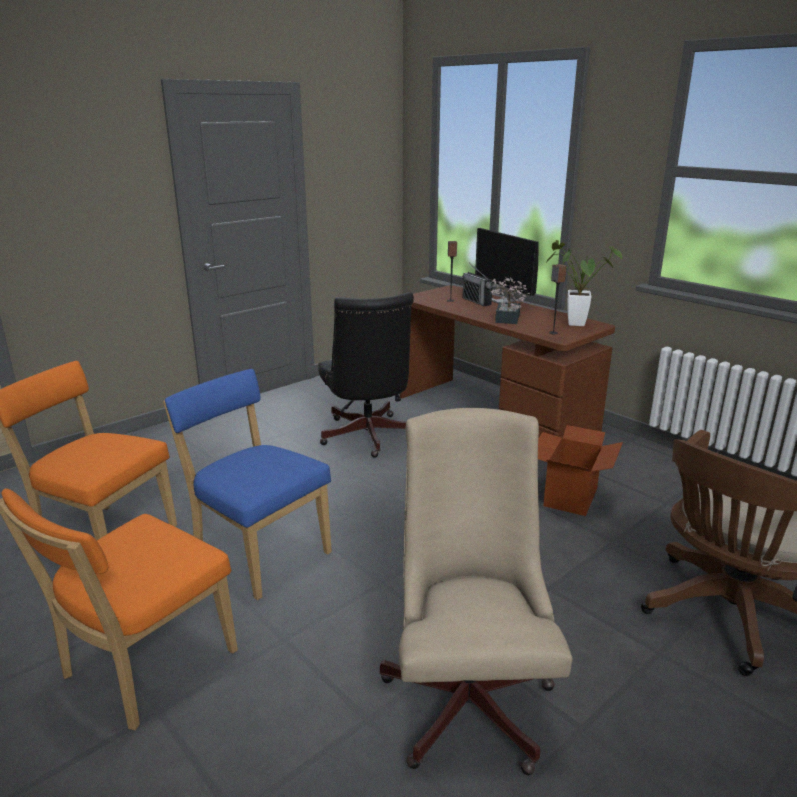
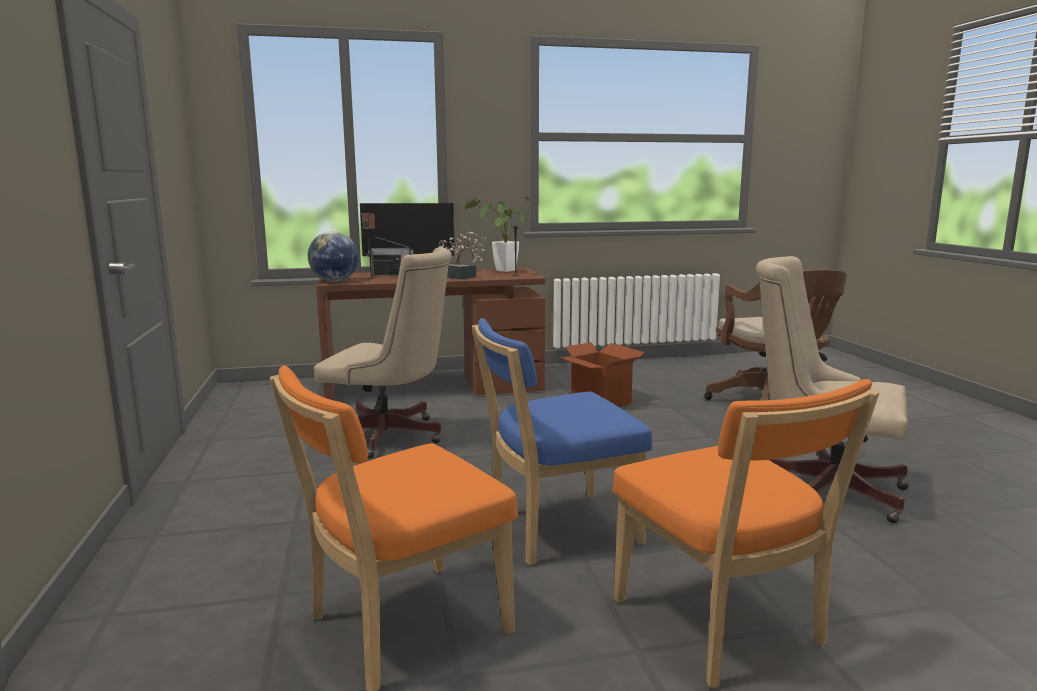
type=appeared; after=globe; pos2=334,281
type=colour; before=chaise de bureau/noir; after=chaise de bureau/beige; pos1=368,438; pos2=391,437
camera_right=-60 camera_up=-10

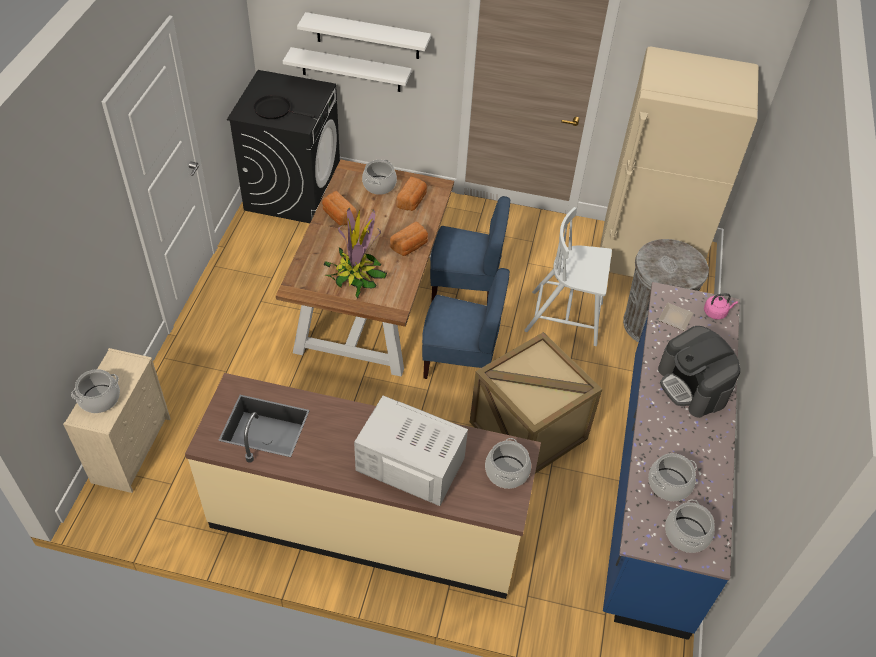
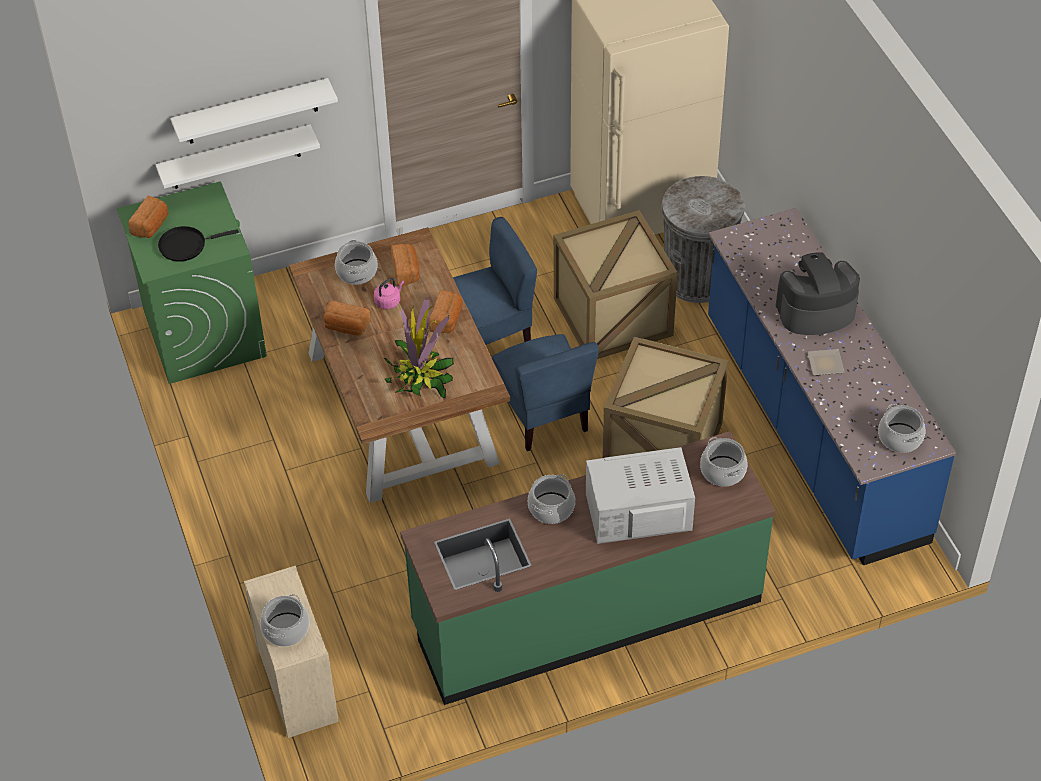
type=colour; before=lave-linge/noir; after=lave-linge/vert; pos1=293,191; pos2=203,332
type=appeared; after=pain; pos2=151,225
type=relocated; before=bouilloire/rose; pos1=716,312; pos2=388,301
type=colour; before=comptoir de cuisine/beige; after=comptoir de cuisine/vert; pos1=367,522; pos2=586,612
type=spun; before=chaise/bleu; pos1=460,360; pos2=543,415; turn=90
type=relocated; before=marmite; pos1=668,484; pos2=551,508
type=exchanged; before=chaise/blanc; after=caisse; pos1=566,318; pos2=611,316
type=spun; before=machine à café; pos1=692,386; pos2=815,311; turn=135
type=relocated; before=assiette; pos1=675,319; pos2=826,364
camera_right=-30 camera_up=0

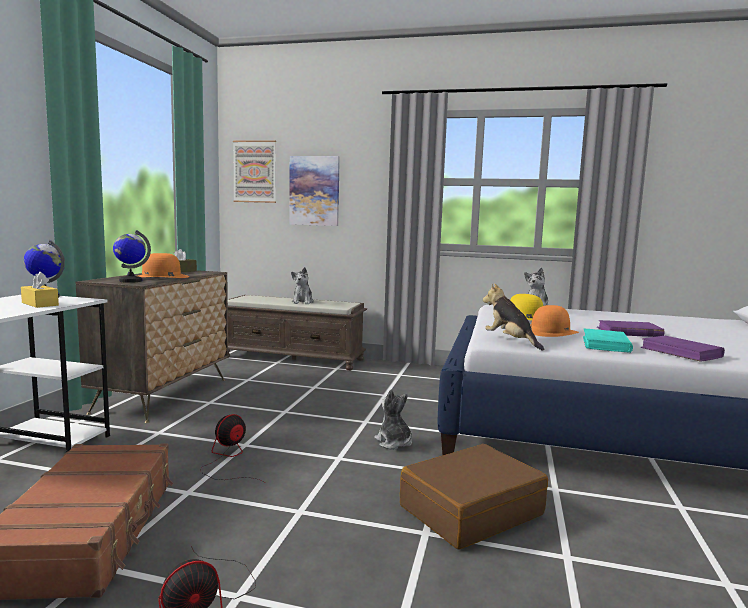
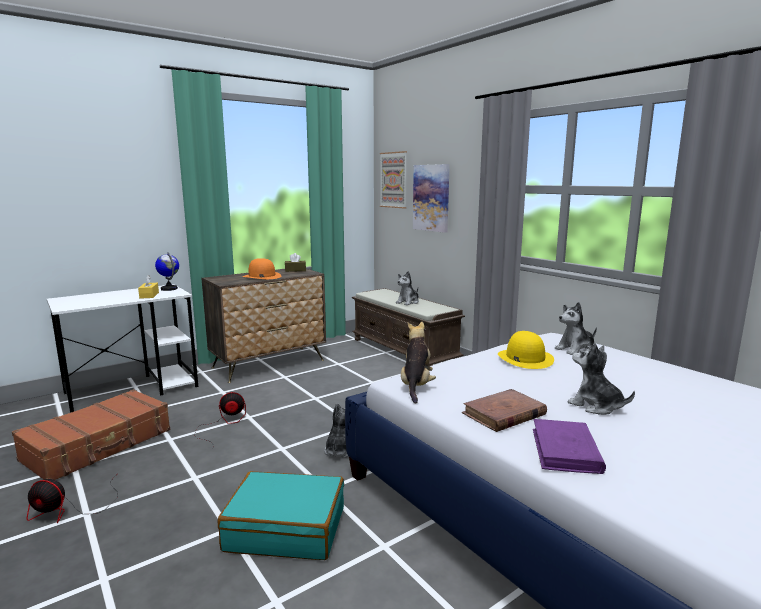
type=colour; before=valise/marron; after=valise/turquoise; pos1=470,510; pos2=286,528
type=colour; before=livre/turquoise; after=livre/marron; pos1=605,344; pos2=503,414
type=exchanged; before=livre/violet; after=peluche; pos1=628,332; pos2=595,406
type=missing; before=globe; pos1=130,281
type=missing; before=chapeau/orange; pos1=550,331
camera_right=40 camera_up=5

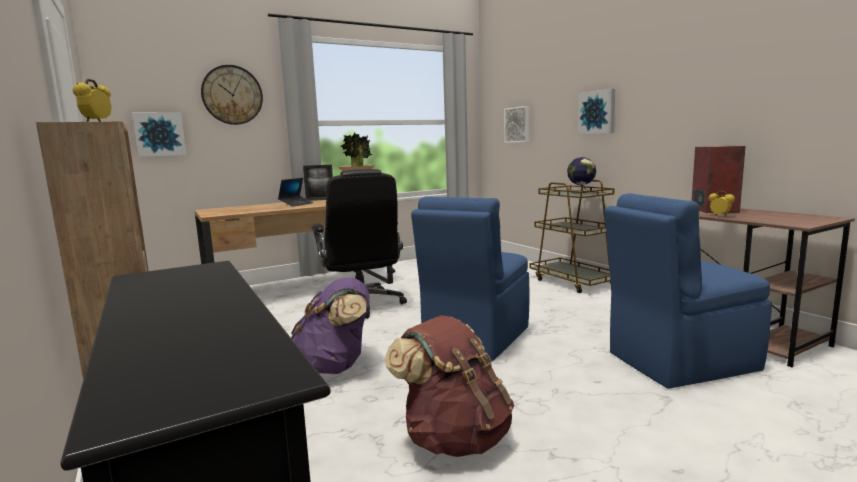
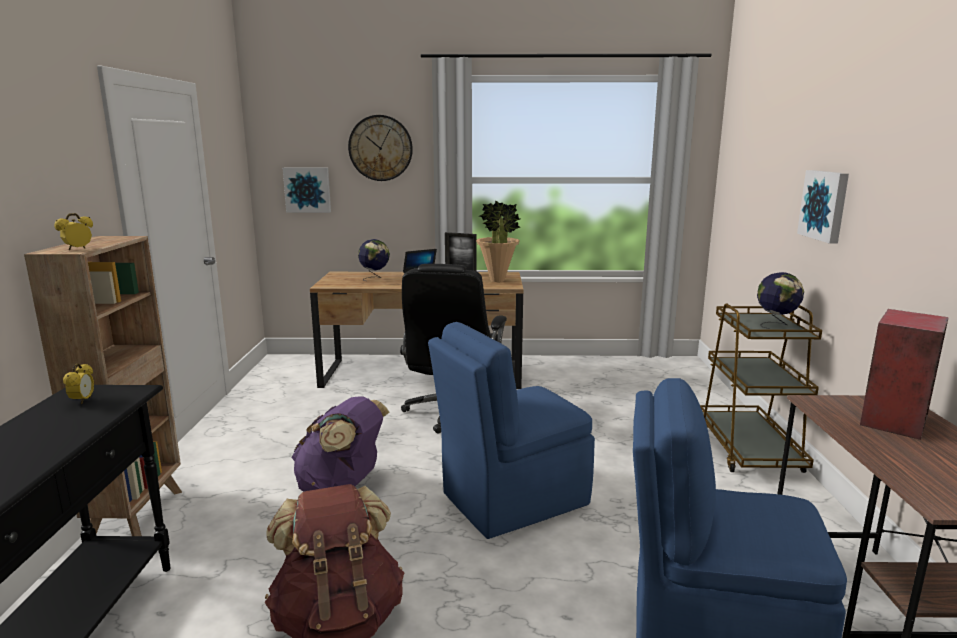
type=relocated; before=réveil; pos1=720,216; pos2=83,401
type=appeared; after=globe; pos2=375,278
type=missing; before=tableau; pos1=518,125
camera_right=30 camera_up=5

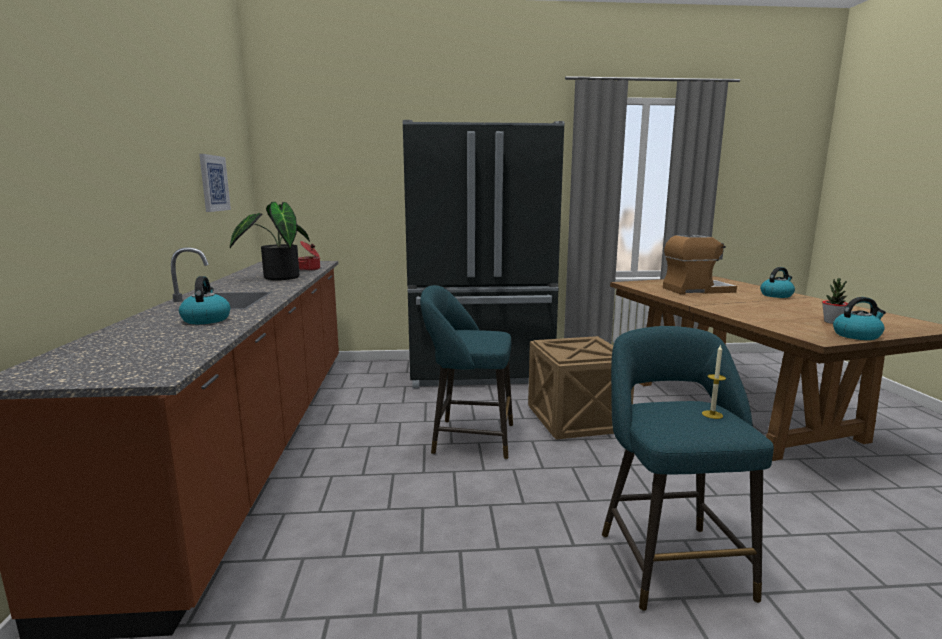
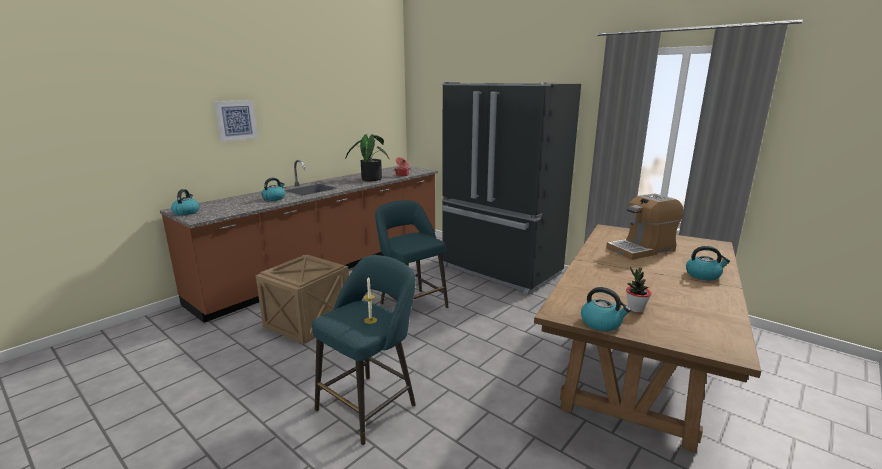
type=appeared; after=bouilloire; pos2=186,212
type=relocated; before=tableau; pos1=213,183; pos2=236,120
type=relocated; before=caisse; pos1=575,419; pos2=309,322
type=spun; before=machine à café; pos1=696,290; pos2=641,249; turn=120
camera_right=45 camera_up=5

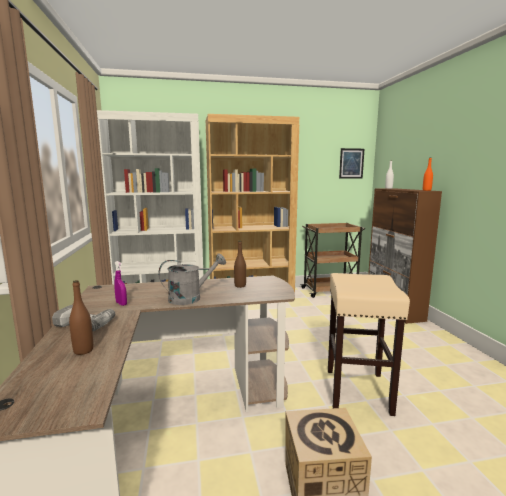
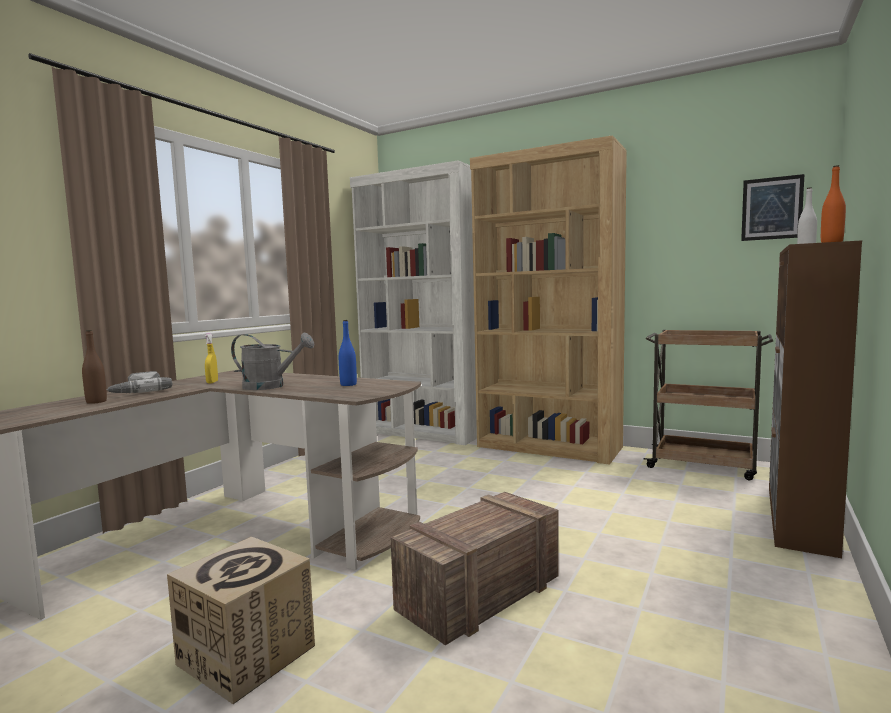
type=colour; before=vaporisateur/violet; after=vaporisateur/jaune; pos1=121,303; pos2=212,382
type=colour; before=bouteille/marron; after=bouteille/bleu; pos1=240,286; pos2=348,384
type=exchanged; before=tabouret/beige; after=caisse; pos1=358,391; pos2=478,595
camera_right=40 camera_up=-5

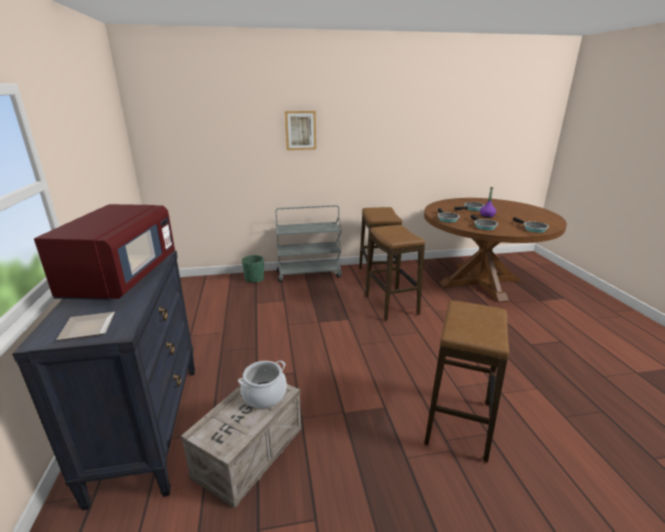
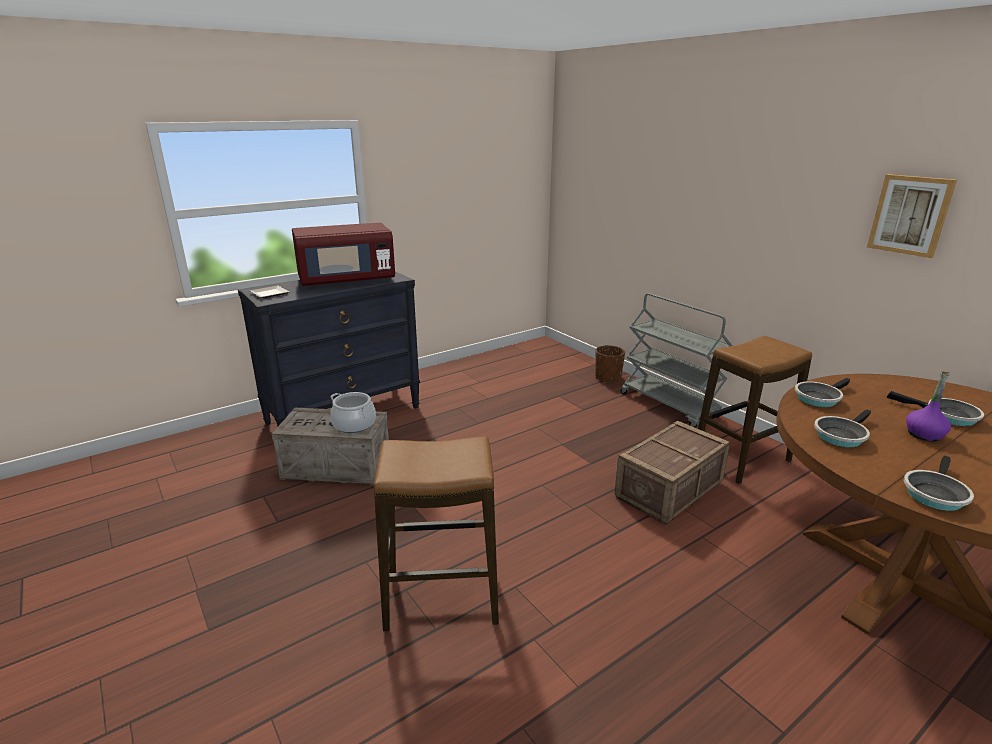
type=colour; before=cache-pot/vert; after=cache-pot/marron; pos1=254,279; pos2=607,378
type=exchanged; before=tabouret; after=caisse; pos1=391,305; pos2=668,489
type=relocated; before=tableau; pos1=300,130; pos2=910,215
camera_right=65 camera_up=0

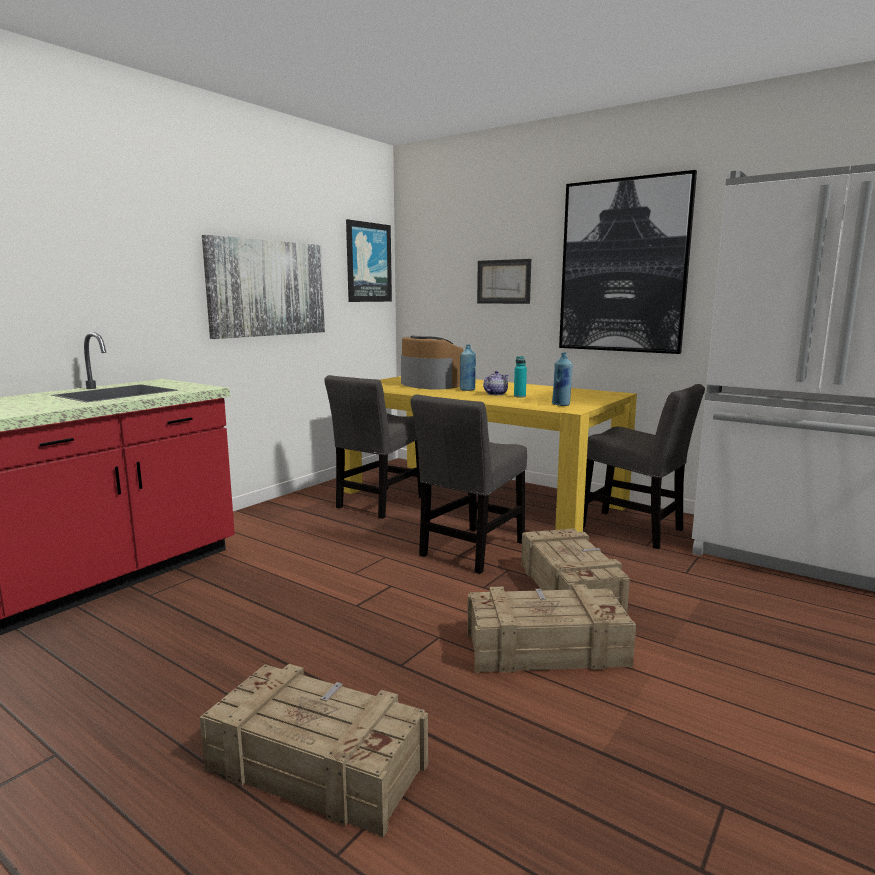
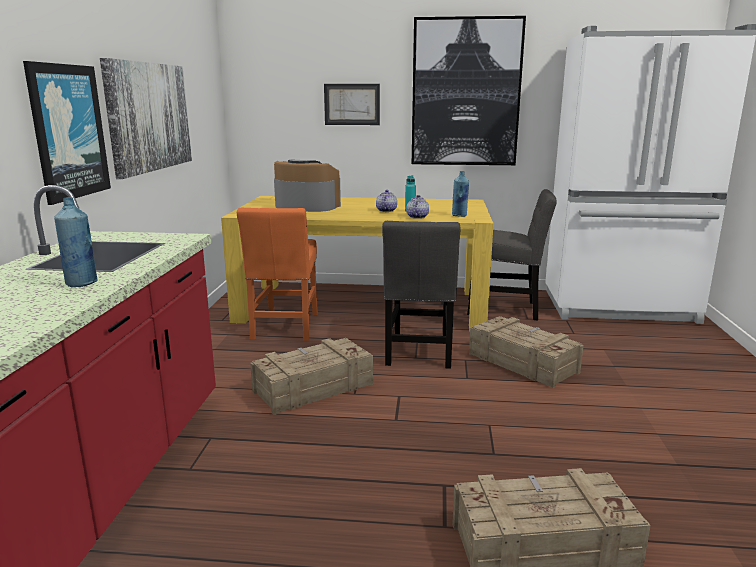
type=relocated; before=tableau; pos1=368,262; pos2=68,132
type=relocated; before=bouteille/bleu; pos1=467,390; pos2=81,283
type=colour; before=chaise/gris; after=chaise/orange; pos1=379,504; pos2=285,328
type=relocated; before=caisse; pos1=544,648; pos2=312,388
type=appeared; after=théière; pos2=417,217
camera_right=-30 camera_up=5

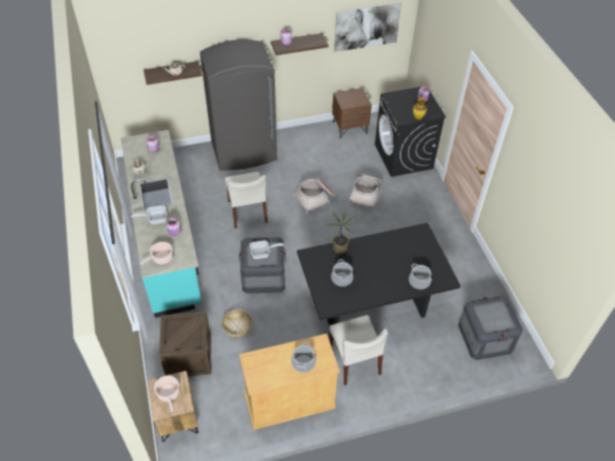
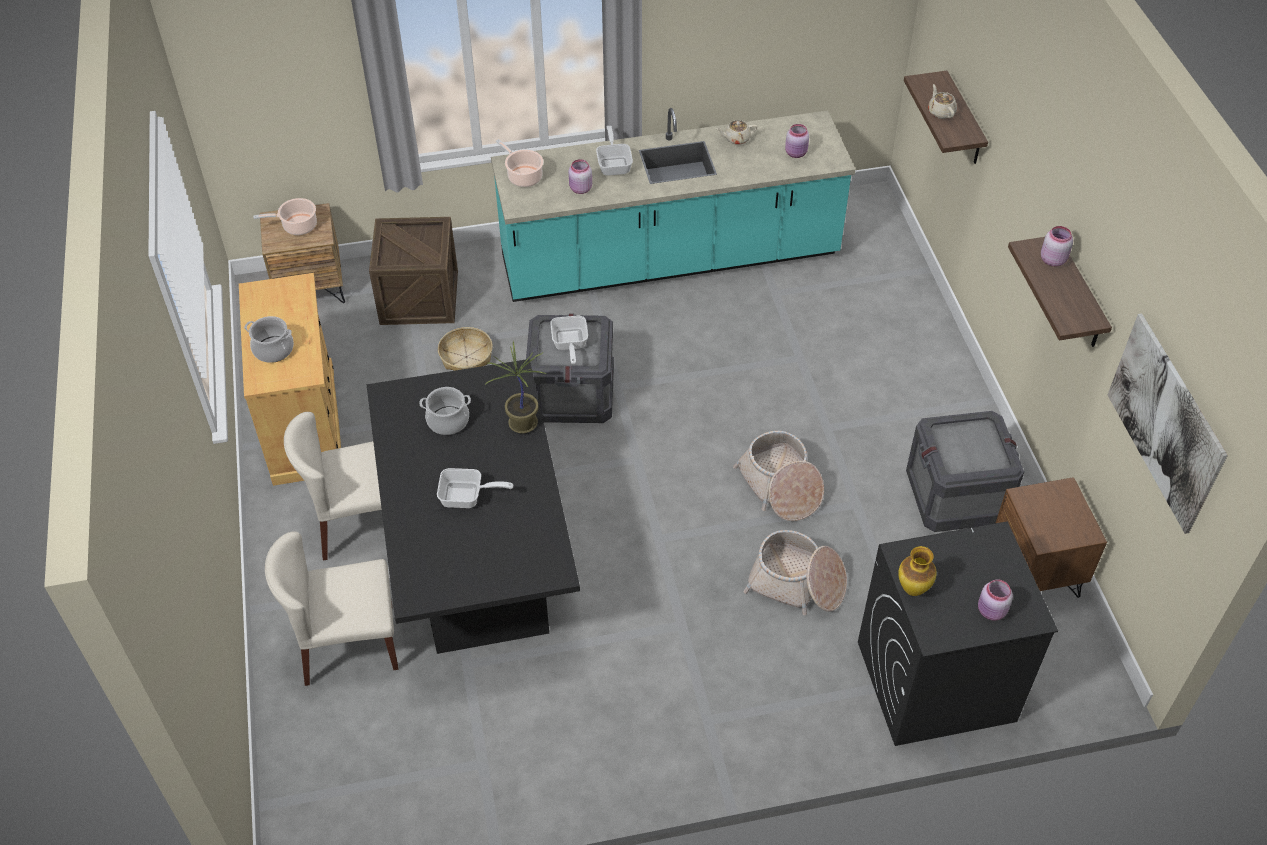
type=relocated; before=chaise/beige; pos1=247,211; pos2=348,644
type=appeared; after=poêle; pos2=467,497
type=relocated; before=caisse; pos1=485,338; pos2=956,497
type=missing; before=réfrigérateur/gris; pos1=244,152
type=missing; before=marmite; pos1=419,281
camera_right=95 camera_up=0

